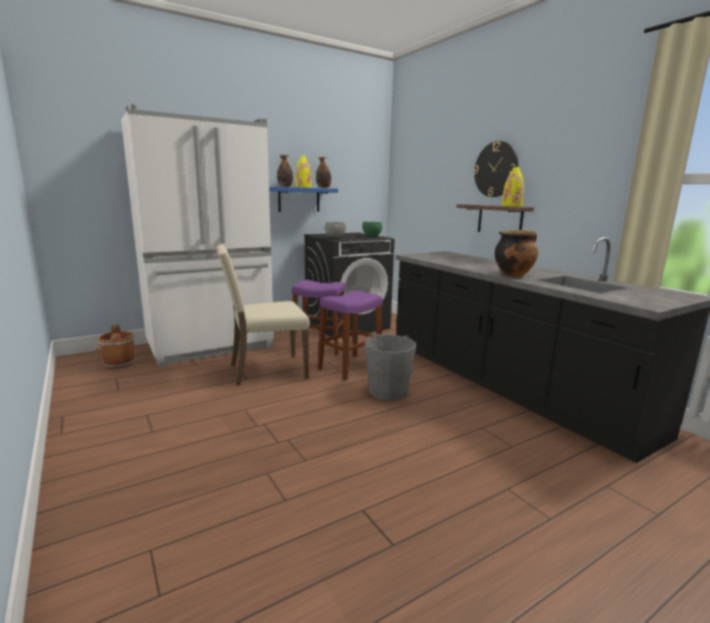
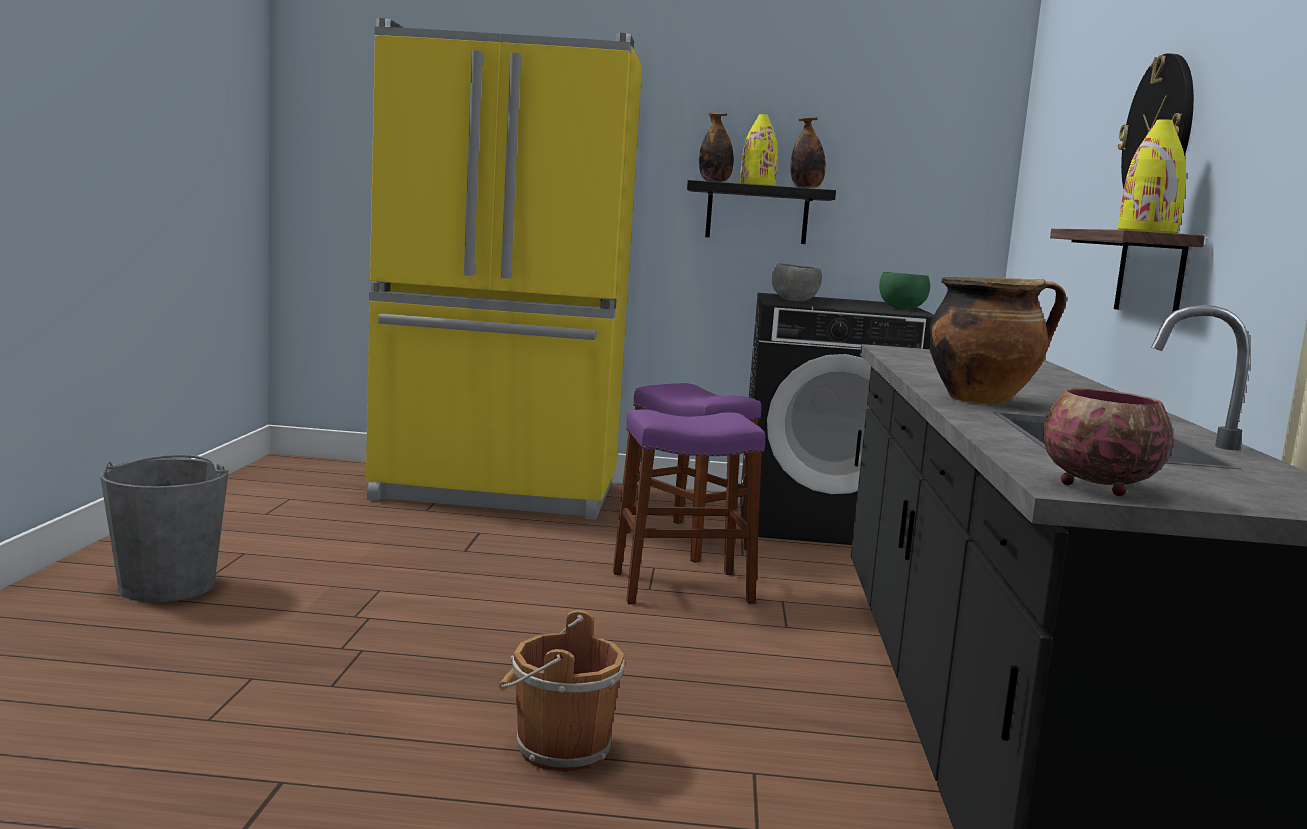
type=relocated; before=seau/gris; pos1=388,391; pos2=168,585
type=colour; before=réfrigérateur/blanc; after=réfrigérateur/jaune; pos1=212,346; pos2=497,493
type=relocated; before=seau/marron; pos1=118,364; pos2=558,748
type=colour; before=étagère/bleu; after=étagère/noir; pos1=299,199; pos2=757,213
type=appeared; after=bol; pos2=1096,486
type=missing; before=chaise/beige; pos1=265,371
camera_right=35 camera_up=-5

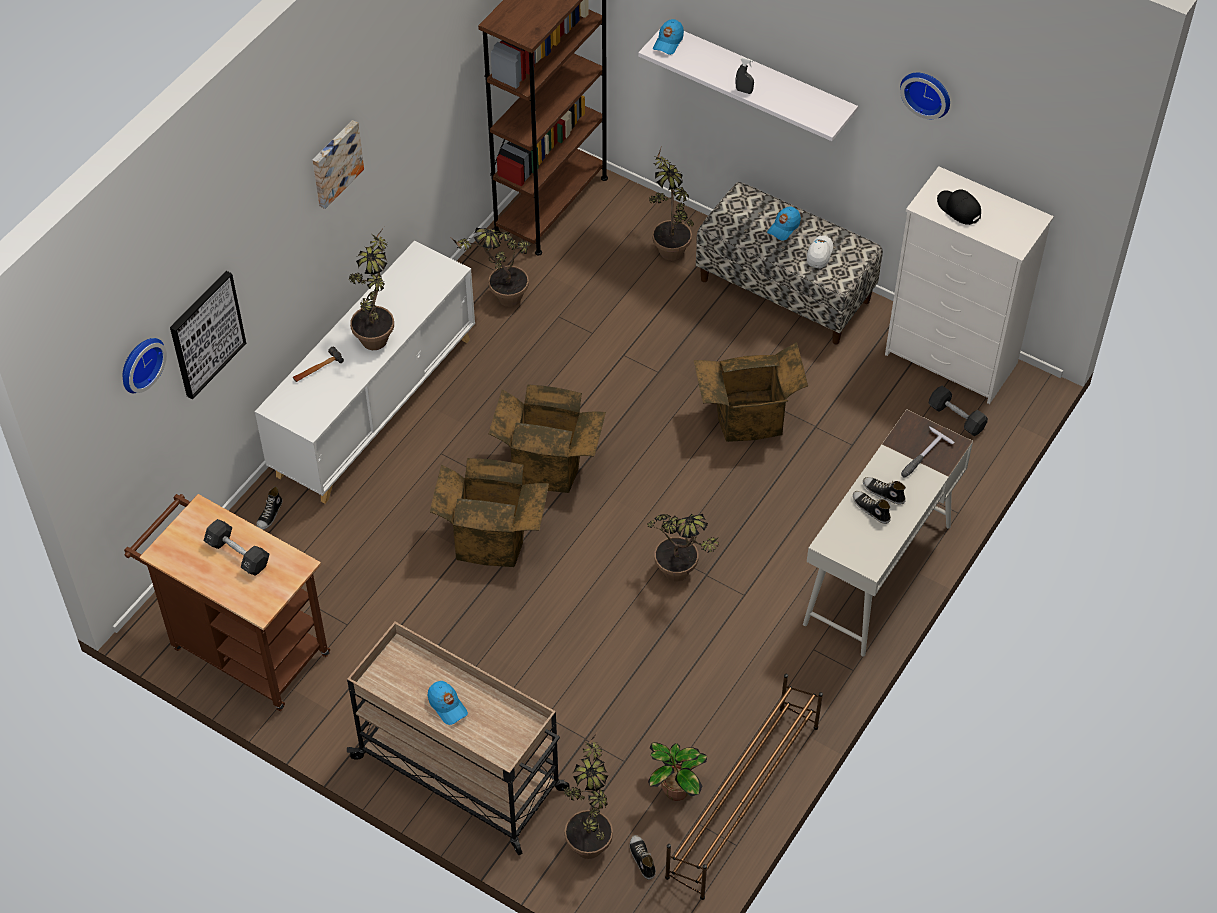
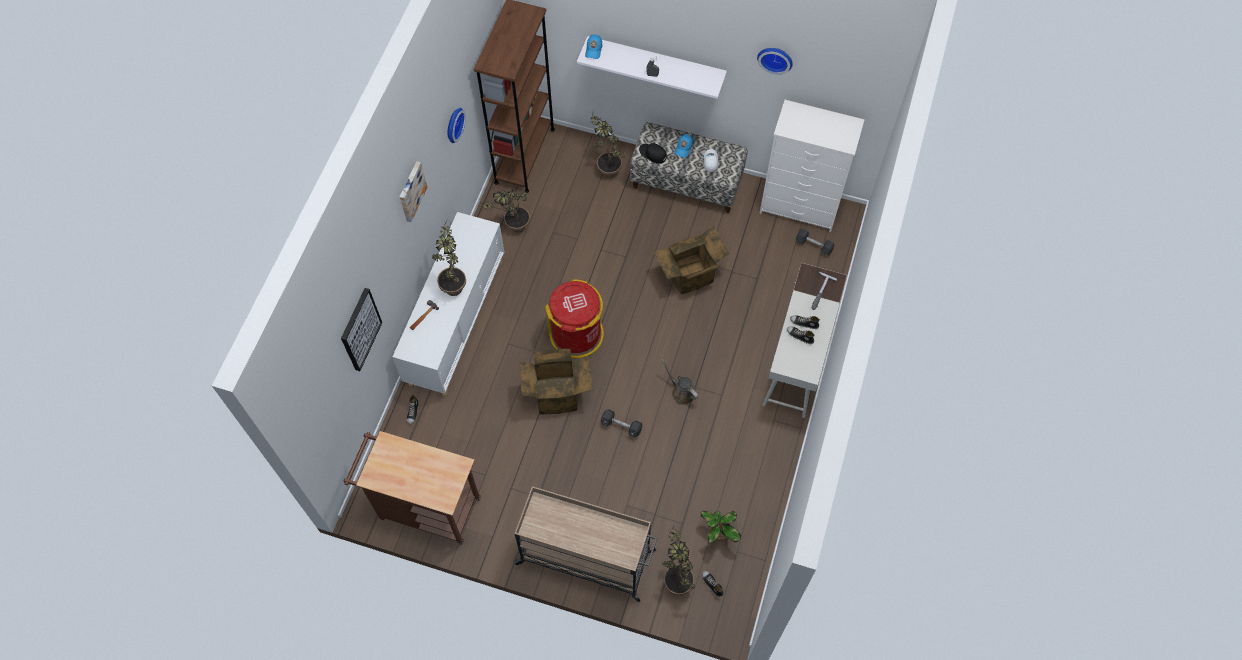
type=relocated; before=horloge murale; pos1=139,363; pos2=453,124
type=exchanged; before=carton; after=poubelle/rouge; pos1=549,463; pos2=577,334
type=relocated; before=haltère/noir; pos1=238,554; pos2=621,426
type=relocated; before=casquette/noir; pos1=958,209; pos2=653,154
type=exchanged; before=plante en pot; after=arrosoir/marron; pos1=682,577; pos2=681,392
type=missing; before=casquette/bleu; pos1=447,706
type=missing; before=étagère à chaussures/marron; pos1=742,801
camera_right=-15 camera_up=10

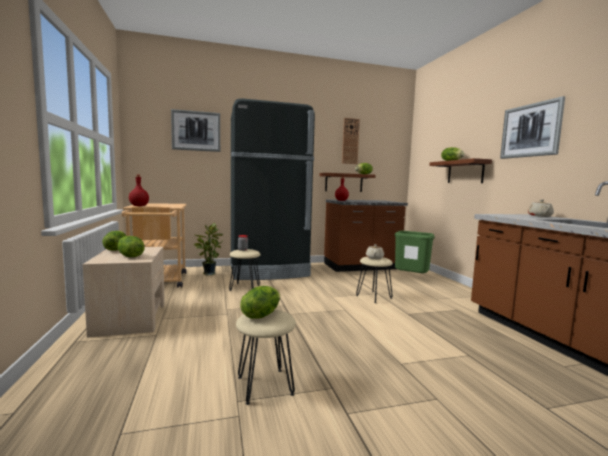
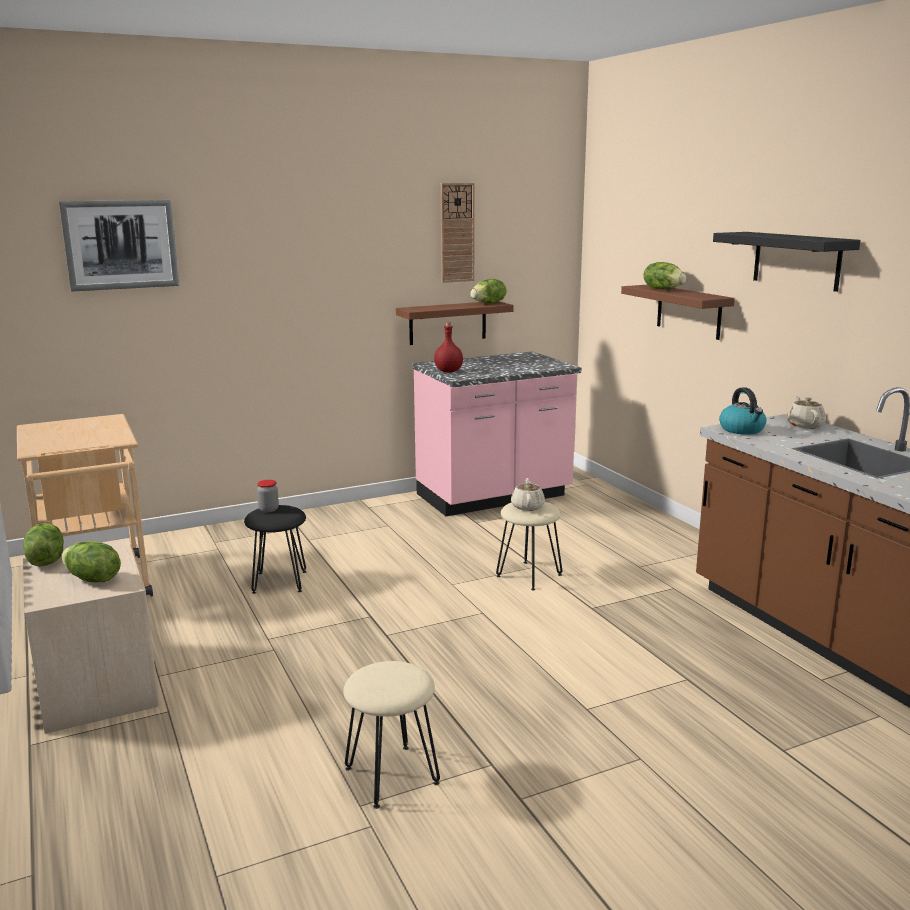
type=colour; before=tabouret/beige; after=tabouret/noir; pos1=244,288; pos2=279,582
type=colour; before=comptoir de cuisine/marron; after=comptoir de cuisine/rose; pos1=361,267; pos2=494,497
type=exchanged; before=tableau; after=étagère/noir; pos1=530,130; pos2=796,260
type=appeared; after=bouilloire; pos2=742,430
type=missing; before=bouteille/rouge; pos1=139,206
type=missing; before=plante en pot; pos1=208,273
type=missing; before=réfrigérateur/noir; pos1=269,271
type=missing; before=laitue; pos1=261,315
type=missing; before=poubelle/vert; pos1=411,278
camera_right=-10 camera_up=10

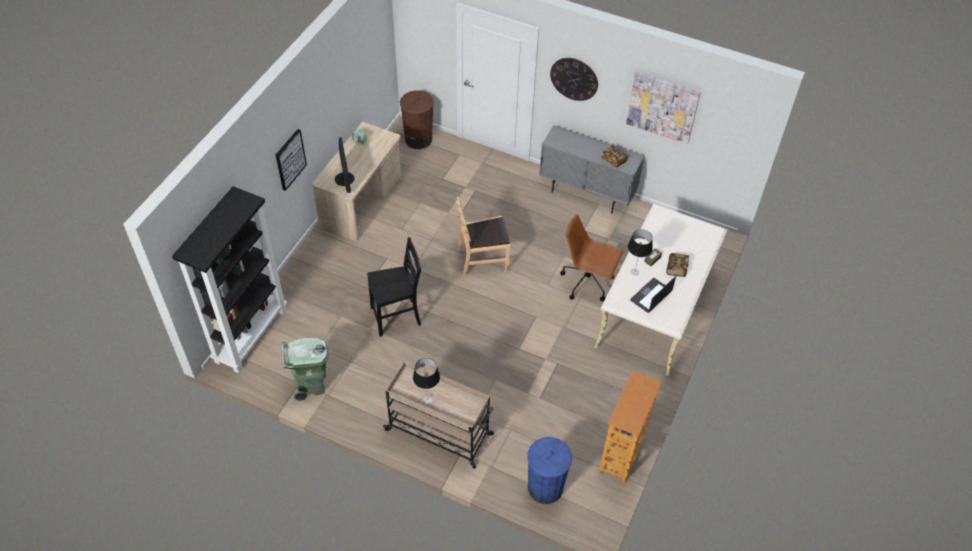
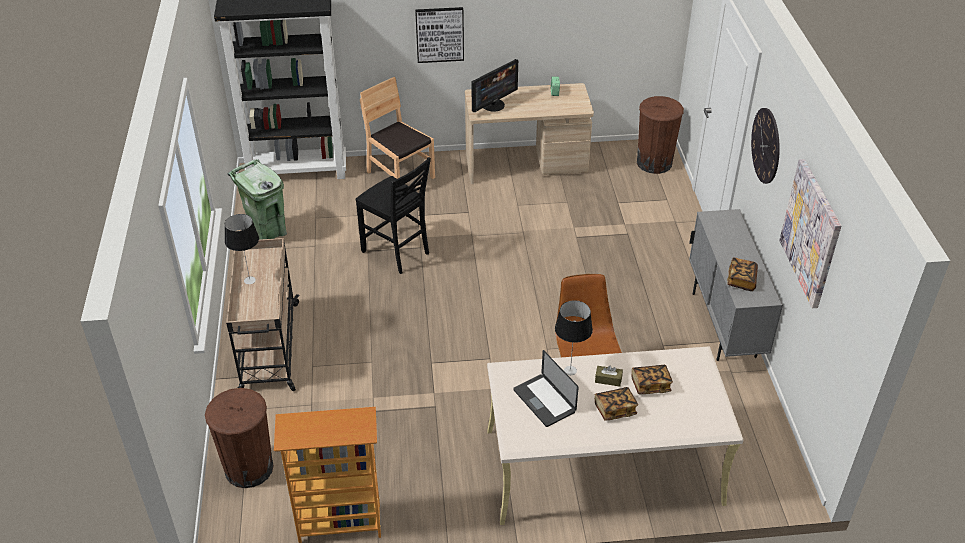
type=colour; before=poubelle/bleu; after=poubelle/marron; pos1=545,487; pos2=249,468
type=relocated; before=chaise/marron; pos1=482,259; pos2=400,175
type=spun; before=ordinateur portable; pos1=651,296; pos2=544,401; turn=-135
type=appeared; after=livre; pos2=650,385
camera_right=60 camera_up=-10

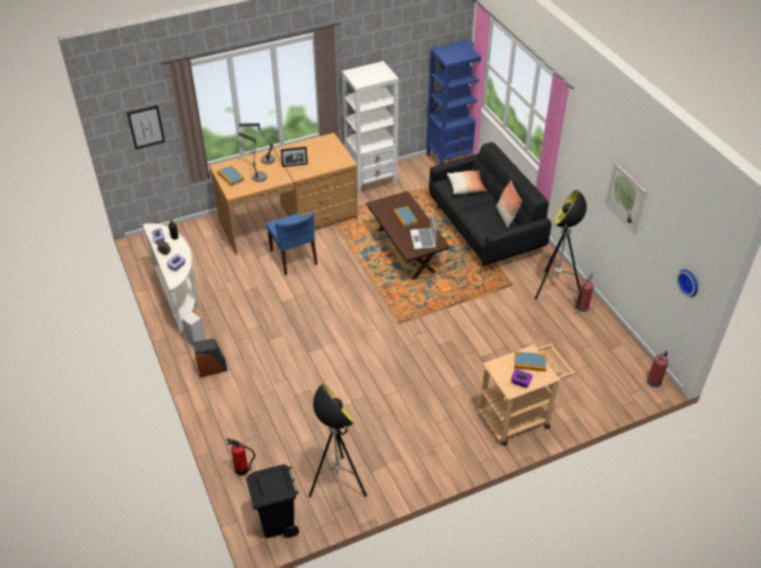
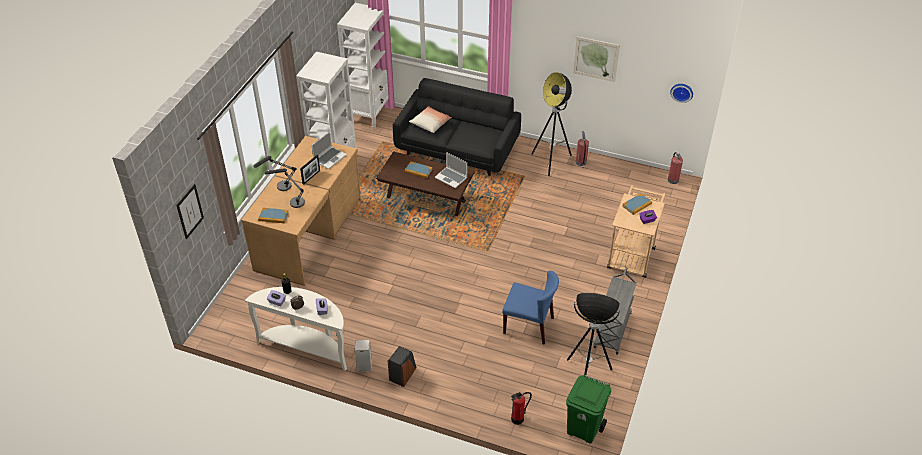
type=appeared; after=ordinateur portable; pos2=330,158
type=colour; before=bibliothèque/bleu; after=bibliothèque/blanc; pos1=451,158; pos2=369,114
type=relocated; before=chaise/bleu; pos1=293,257; pos2=529,325
type=colour; before=poubelle/noir; after=poubelle/vert; pos1=278,523; pos2=584,429
type=appeared; after=chariot/gris; pos2=612,331
type=missing; before=coussin; pos1=506,216
camera_right=-45 camera_up=0

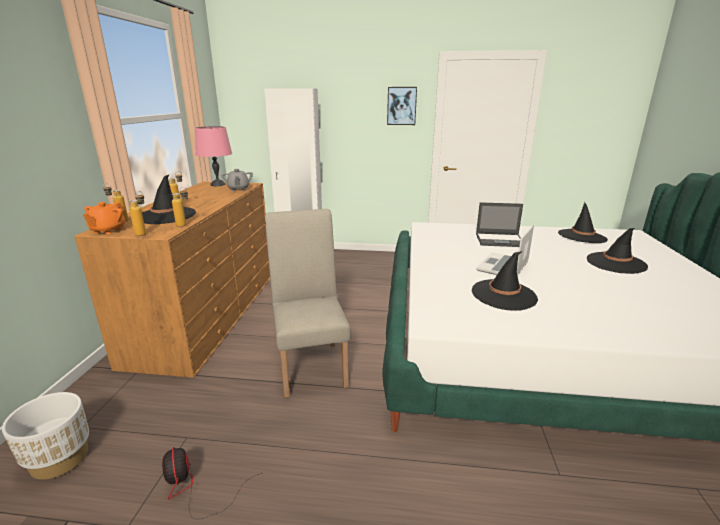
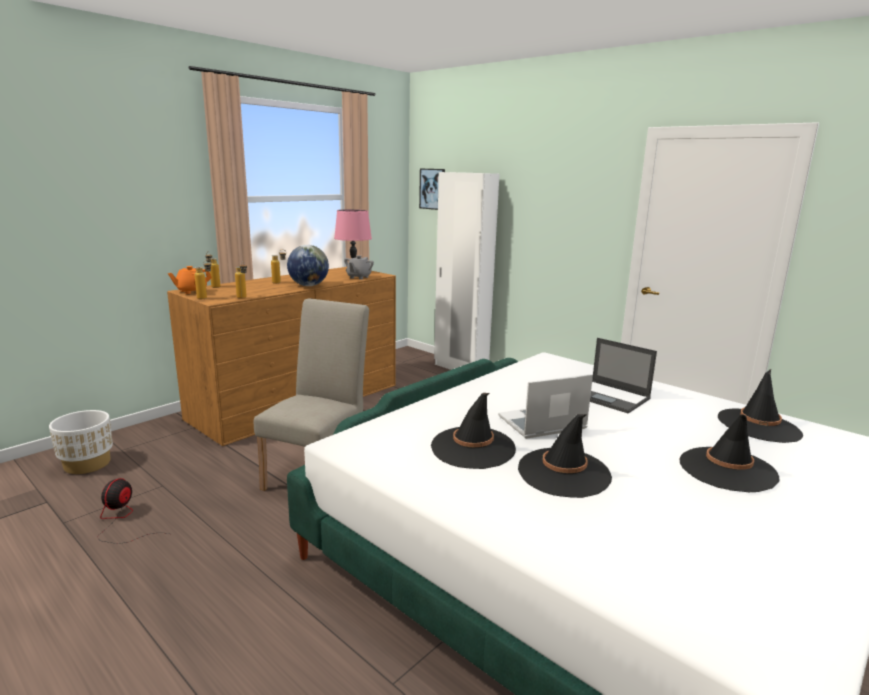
type=appeared; after=globe; pos2=308,285
type=relocated; before=tableau; pos1=401,106; pos2=432,189
type=relocated; before=chapeau/noir; pos1=166,216; pos2=563,473
camera_right=35 camera_up=-5

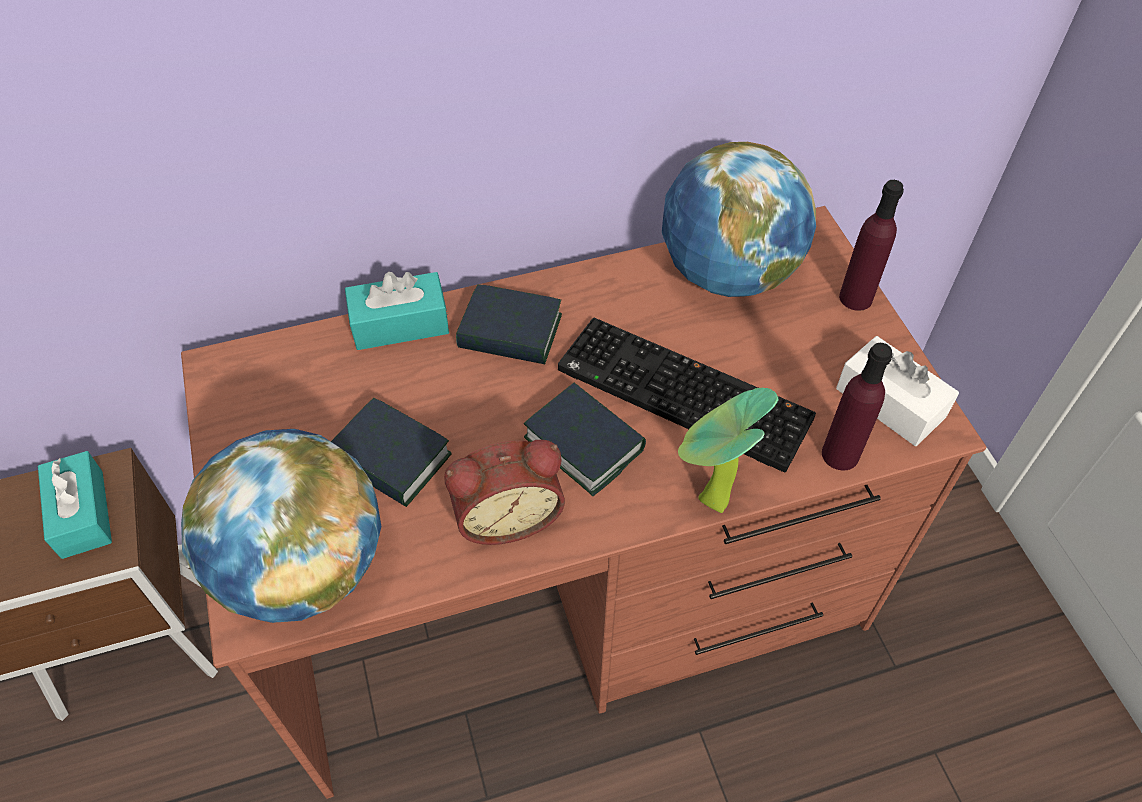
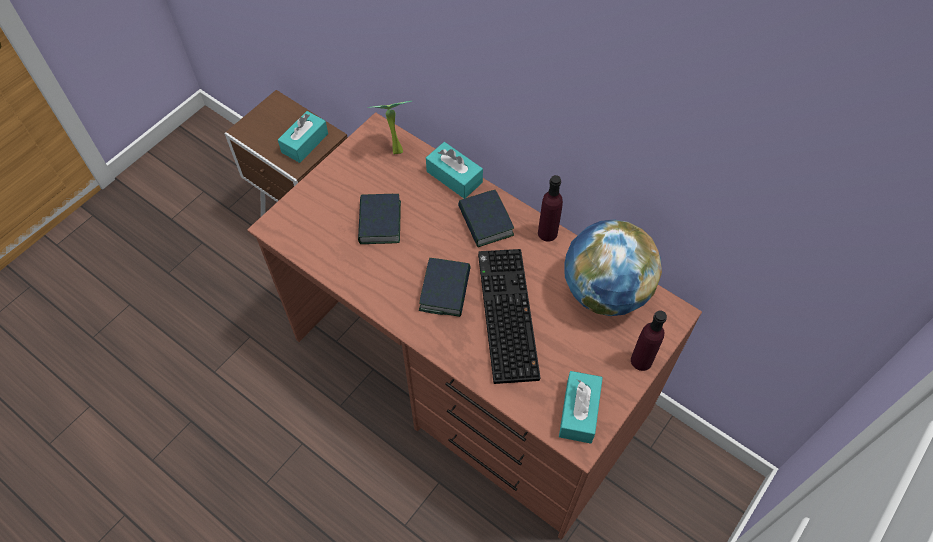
type=relocated; before=plante en pot; pos1=708,504; pos2=394,148
type=relocated; before=bouteille/violet; pos1=840,454; pos2=547,233
type=colour; before=boîte à mouchoirs/blanc; after=boîte à mouchoirs/turquoise; pos1=890,403; pos2=579,412
type=missing; before=globe; pos1=303,567
type=missing; before=réveil; pos1=506,514
camera_right=55 camera_up=5

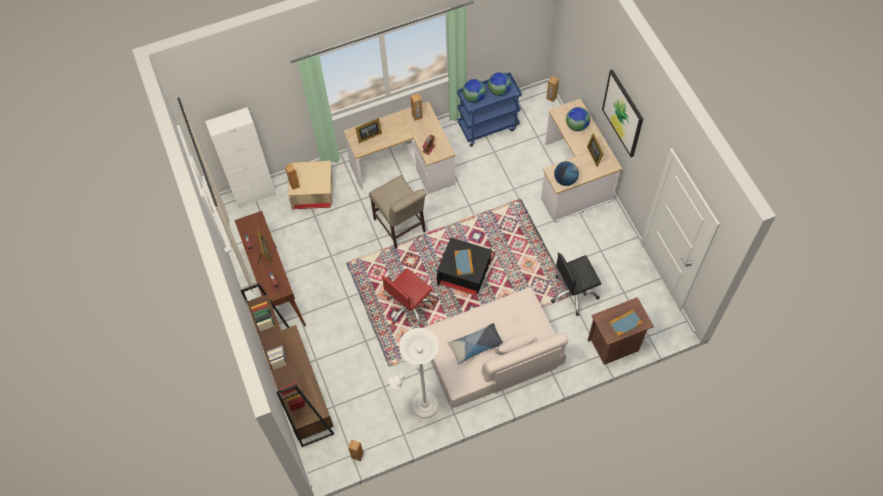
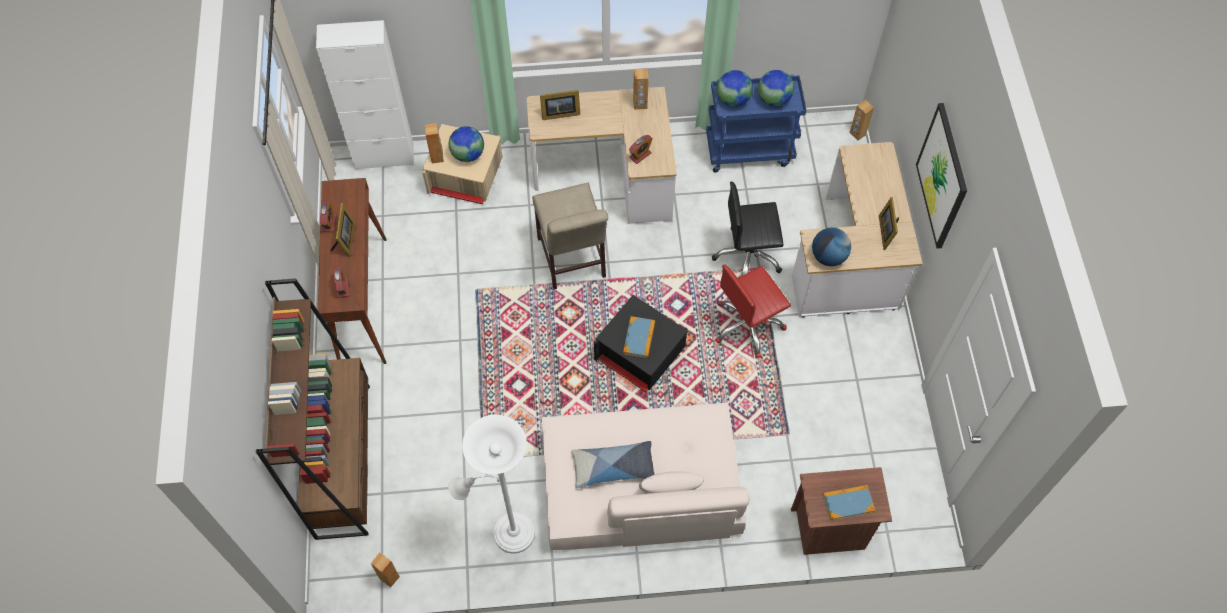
type=relocated; before=globe; pos1=576,126; pos2=468,154
type=relocated; before=chaise de bureau/noir; pos1=573,293; pos2=748,256
type=relocated; before=chaise de bureau/rouge; pos1=409,307; pos2=748,325
camera_right=15 camera_up=0

